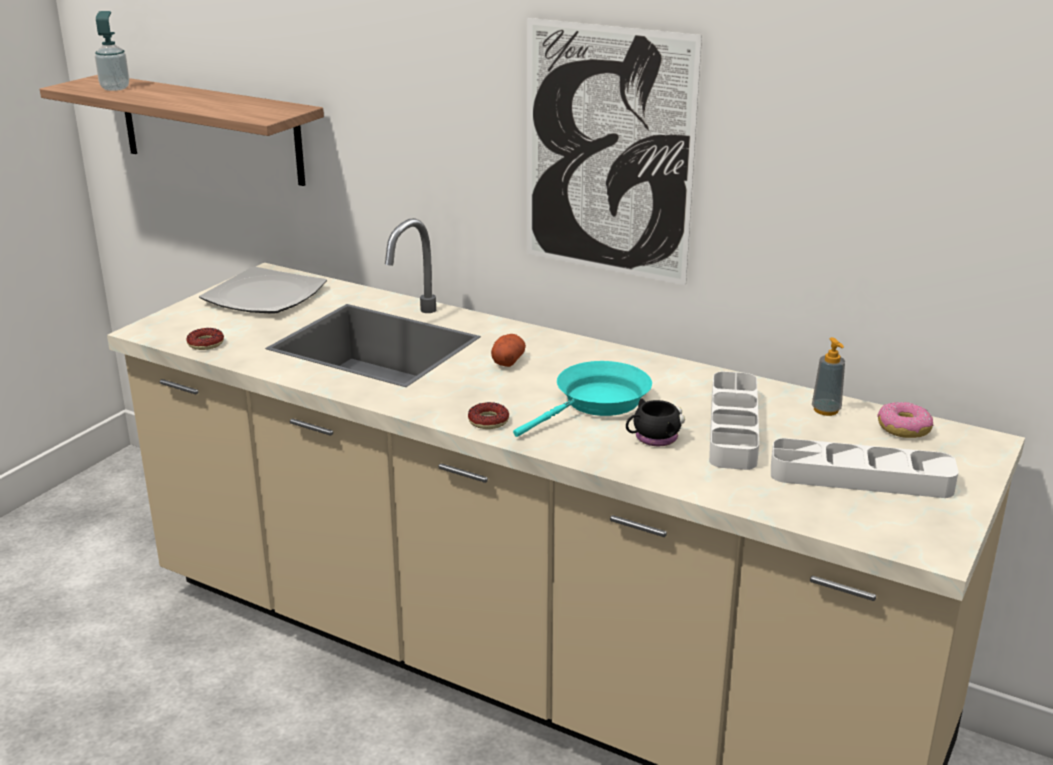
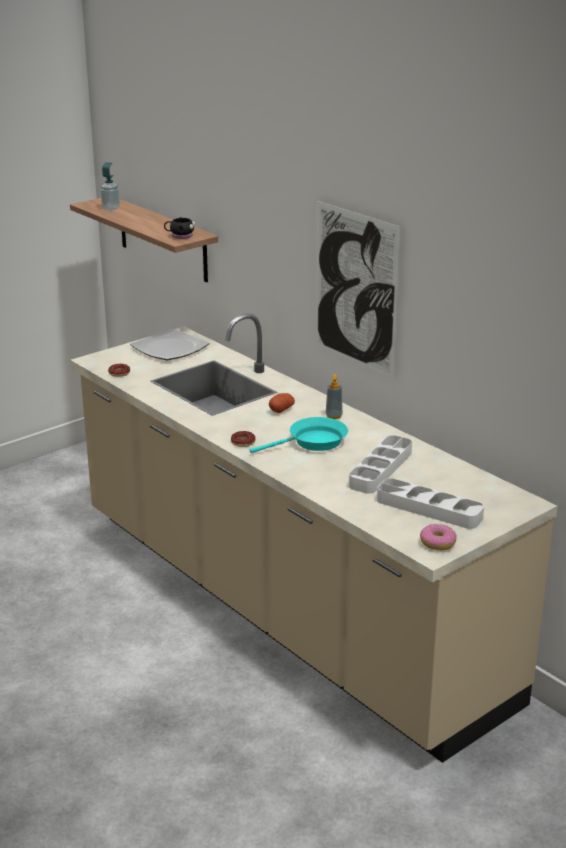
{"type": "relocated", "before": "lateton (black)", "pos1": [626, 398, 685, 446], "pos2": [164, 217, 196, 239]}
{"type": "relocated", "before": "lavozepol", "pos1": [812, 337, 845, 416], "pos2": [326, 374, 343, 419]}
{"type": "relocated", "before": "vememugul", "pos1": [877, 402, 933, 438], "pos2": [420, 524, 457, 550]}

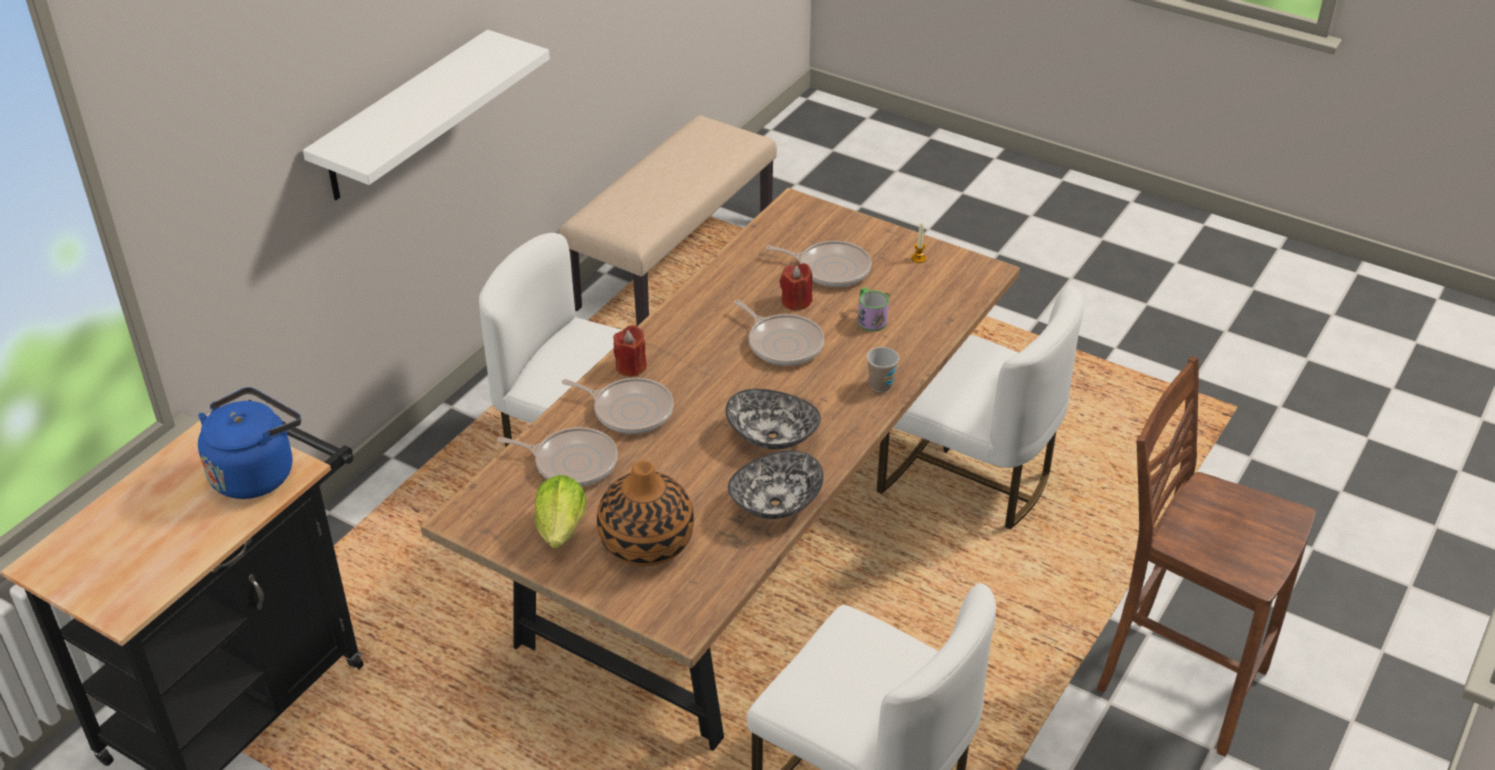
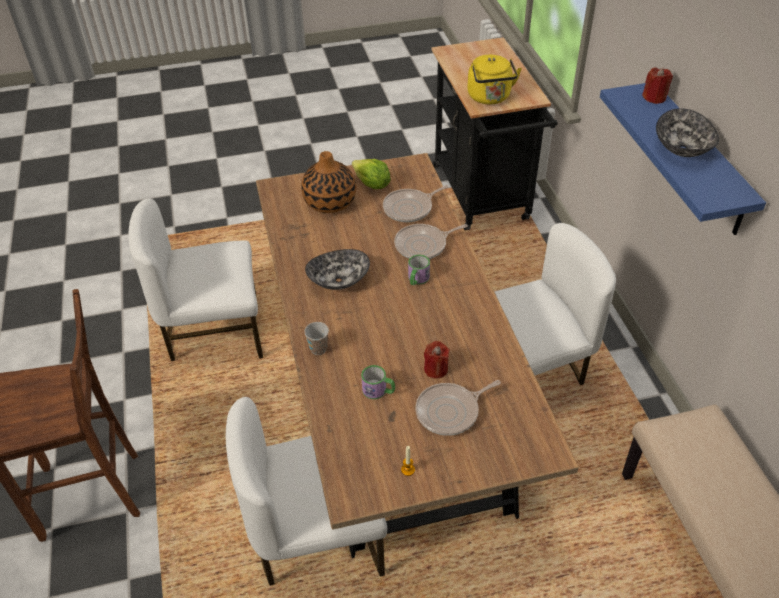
{"type": "missing", "before": "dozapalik", "pos1": [734, 300, 824, 366]}
{"type": "appeared", "after": "lateton", "pos2": [408, 254, 430, 286]}
{"type": "relocated", "before": "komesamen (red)", "pos1": [613, 325, 647, 376], "pos2": [642, 68, 673, 104]}
{"type": "relocated", "before": "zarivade", "pos1": [728, 450, 824, 519], "pos2": [656, 108, 719, 157]}
{"type": "colour", "before": "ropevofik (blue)", "after": "ropevofik (yellow)", "pos1": [198, 387, 301, 499], "pos2": [467, 55, 522, 105]}
{"type": "colour", "before": "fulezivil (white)", "after": "fulezivil (blue)", "pos1": [303, 30, 550, 200], "pos2": [600, 83, 766, 235]}

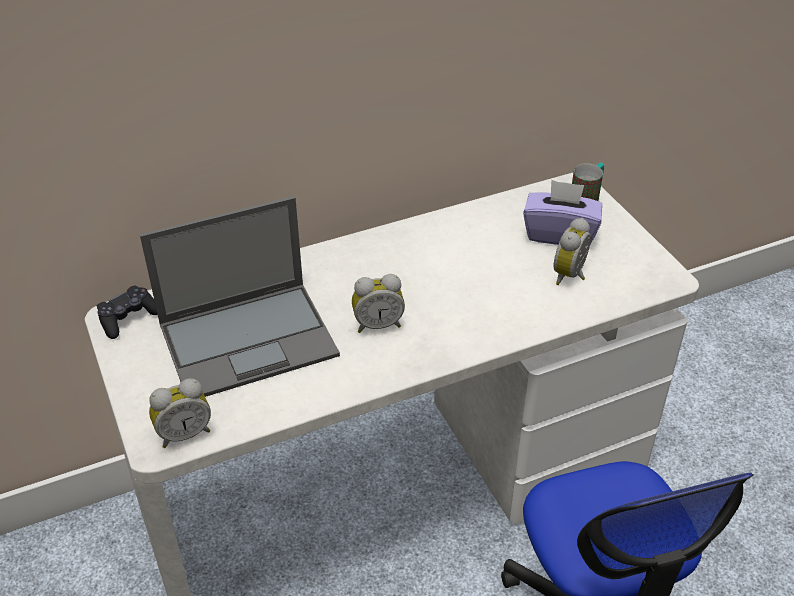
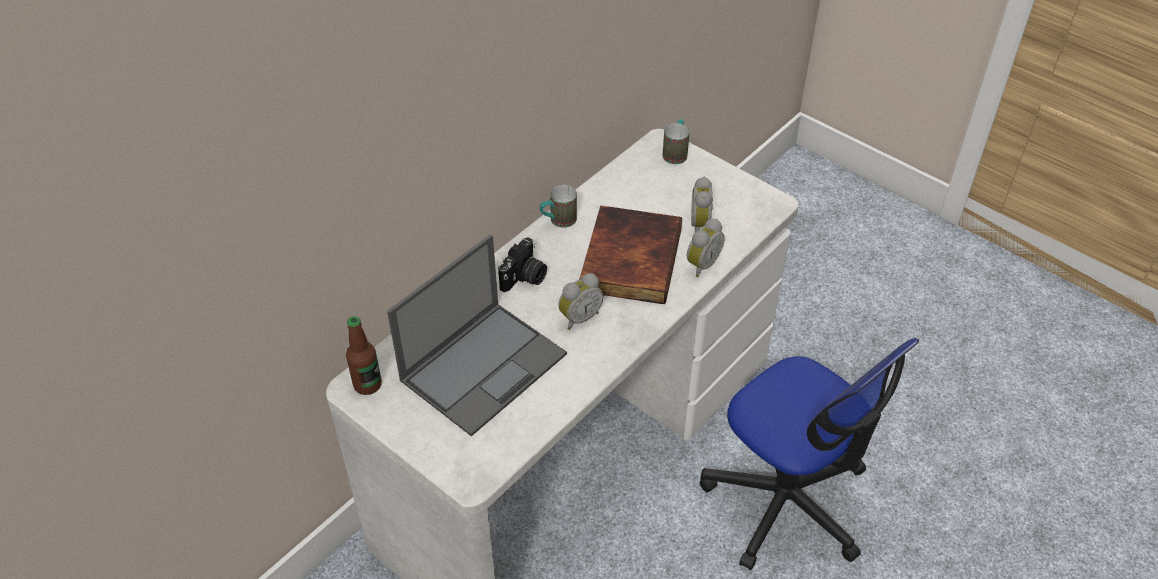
{"type": "missing", "before": "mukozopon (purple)", "pos1": [523, 180, 602, 245]}
{"type": "appeared", "after": "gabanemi", "pos2": [498, 238, 547, 292]}
{"type": "appeared", "after": "lateton", "pos2": [540, 185, 577, 228]}
{"type": "appeared", "after": "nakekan", "pos2": [580, 205, 682, 305]}
{"type": "relocated", "before": "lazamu", "pos1": [149, 378, 211, 448], "pos2": [687, 219, 725, 277]}
{"type": "exchanged", "before": "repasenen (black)", "after": "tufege", "pos1": [97, 285, 158, 339], "pos2": [346, 316, 382, 395]}

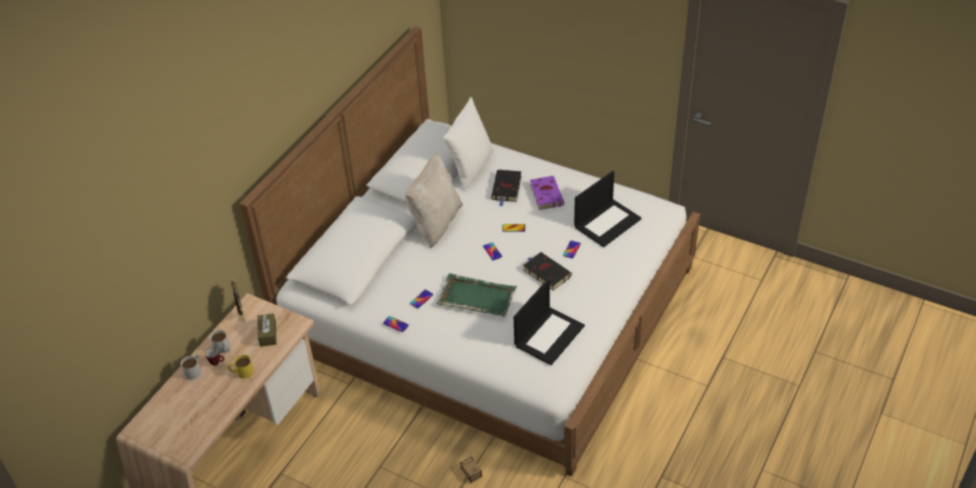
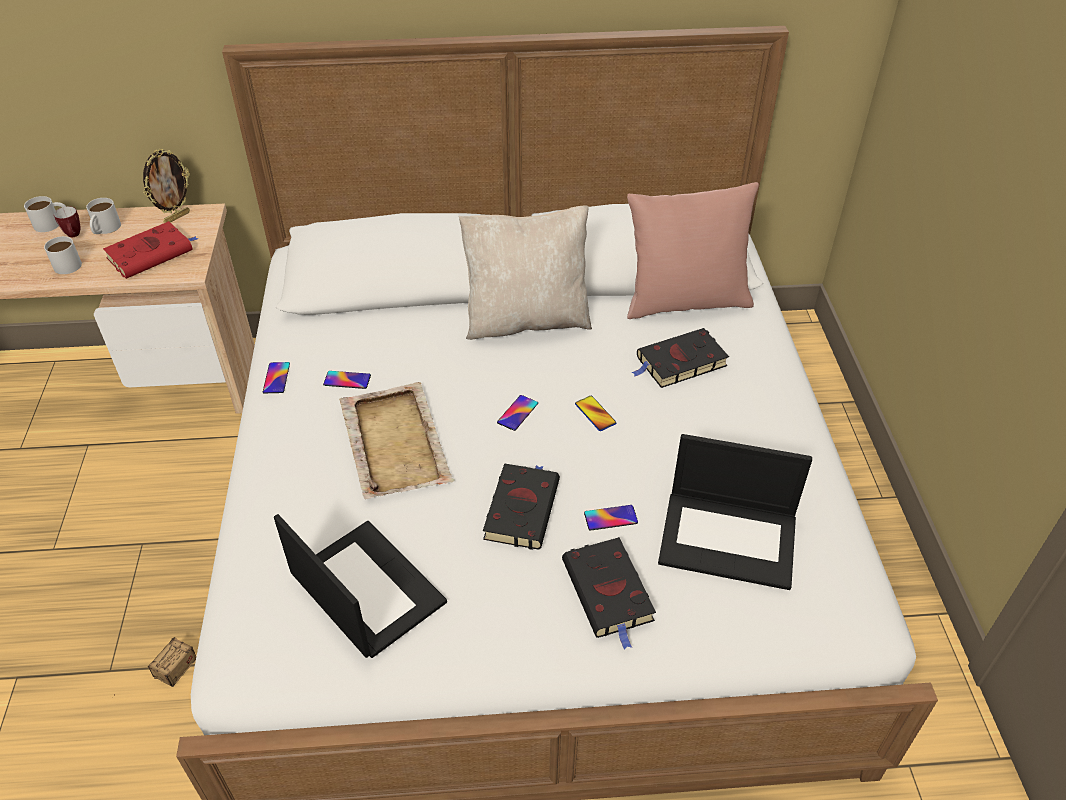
{"type": "missing", "before": "nakekan (purple)", "pos1": [530, 176, 564, 210]}
{"type": "appeared", "after": "nakekan (black)", "pos2": [562, 537, 656, 650]}
{"type": "exchanged", "before": "mukozopon (brown)", "after": "nakekan (red)", "pos1": [258, 313, 277, 347], "pos2": [103, 221, 199, 279]}
{"type": "colour", "before": "lateton (yellow)", "after": "lateton (white)", "pos1": [228, 355, 254, 378], "pos2": [44, 236, 82, 274]}
{"type": "colour", "before": "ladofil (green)", "after": "ladofil (beige)", "pos1": [436, 273, 517, 317], "pos2": [339, 382, 455, 499]}
{"type": "colour", "before": "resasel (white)", "after": "resasel (pink)", "pos1": [443, 97, 494, 191], "pos2": [627, 182, 759, 319]}
{"type": "spun", "before": "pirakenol", "pos1": [514, 279, 585, 365], "pos2": [274, 514, 447, 658], "turn": -135}

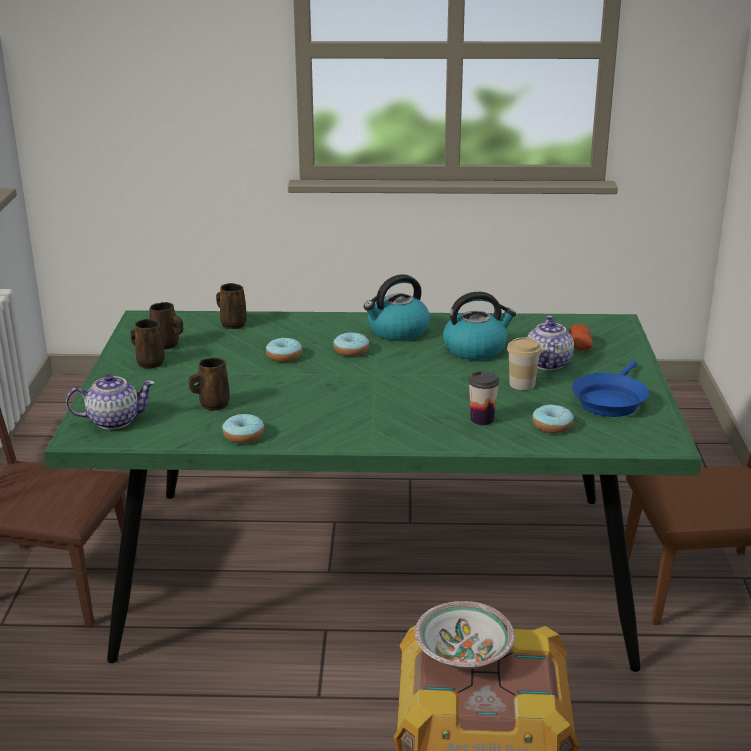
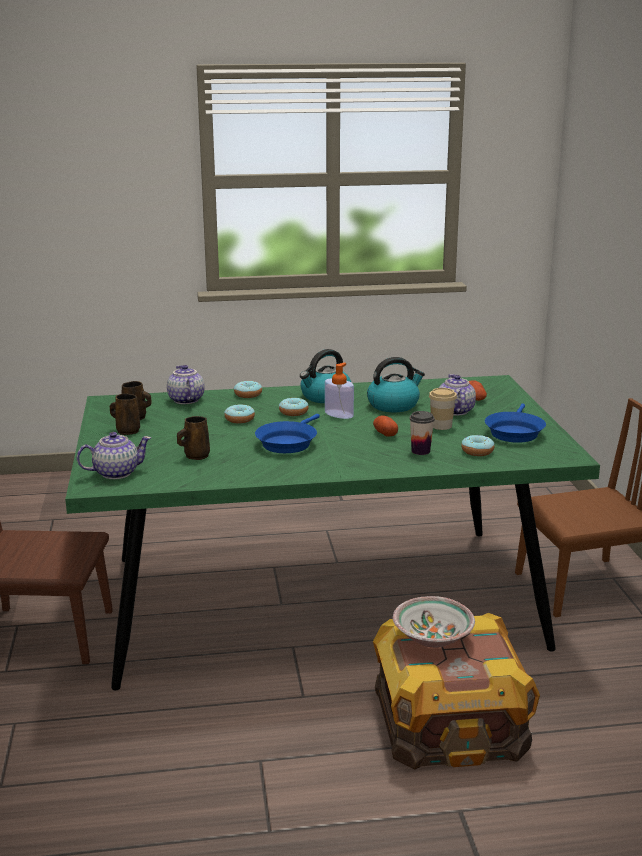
{"type": "appeared", "after": "dozapalik (blue)", "pos2": [255, 414, 320, 453]}
{"type": "appeared", "after": "lavozepol", "pos2": [325, 363, 354, 419]}
{"type": "appeared", "after": "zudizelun", "pos2": [373, 416, 398, 437]}
{"type": "relocated", "before": "vememugul", "pos1": [222, 414, 264, 443], "pos2": [234, 381, 262, 398]}
{"type": "exchanged", "before": "lateton (brown)", "after": "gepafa", "pos1": [216, 283, 247, 329], "pos2": [167, 365, 205, 404]}

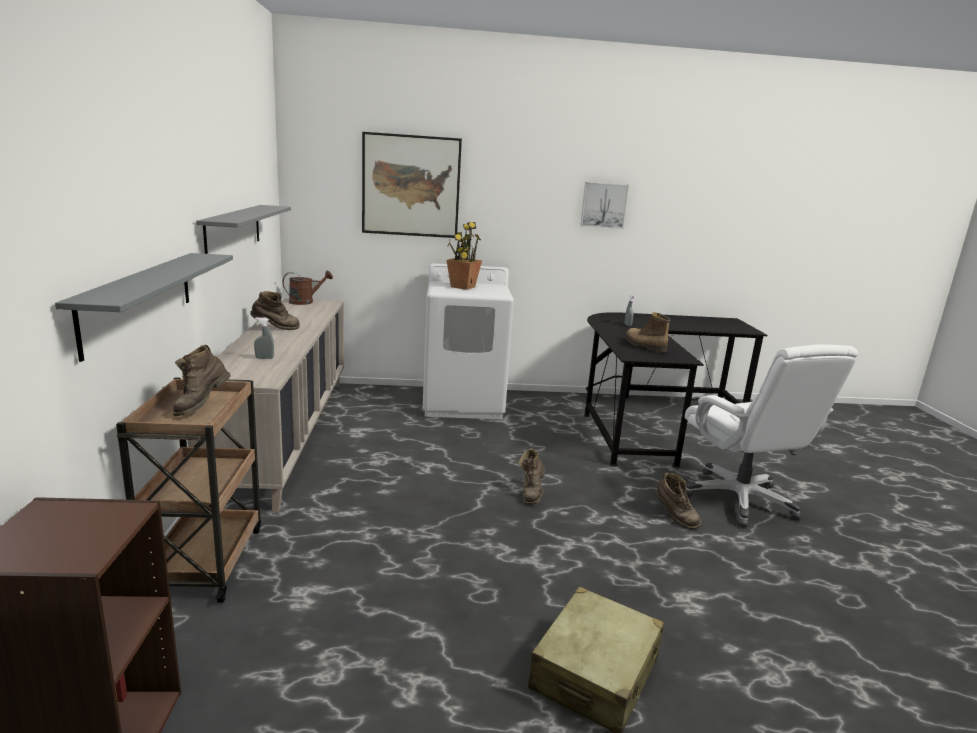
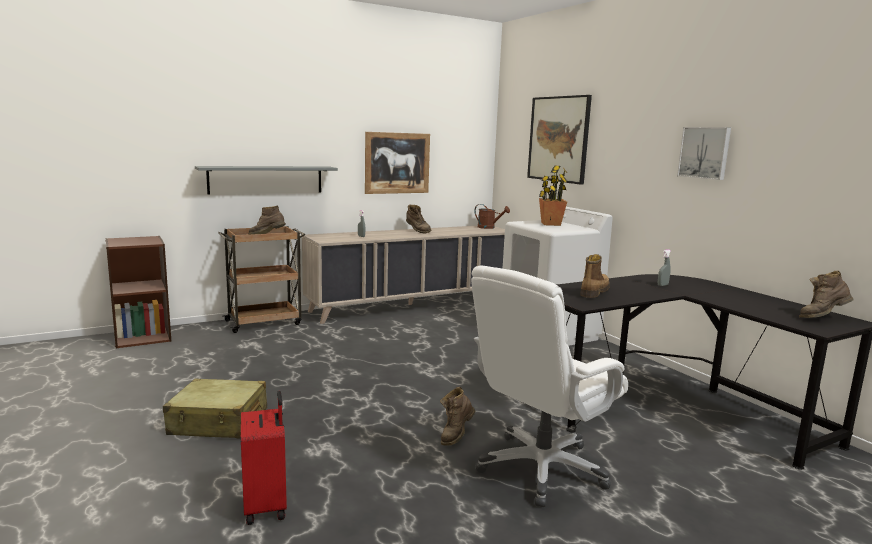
{"type": "appeared", "after": "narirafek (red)", "pos2": [241, 391, 287, 525]}
{"type": "relocated", "before": "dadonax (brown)", "pos1": [518, 448, 545, 505], "pos2": [799, 271, 854, 318]}
{"type": "exchanged", "before": "fulezivil (grey)", "after": "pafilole", "pos1": [196, 205, 291, 254], "pos2": [365, 132, 430, 194]}

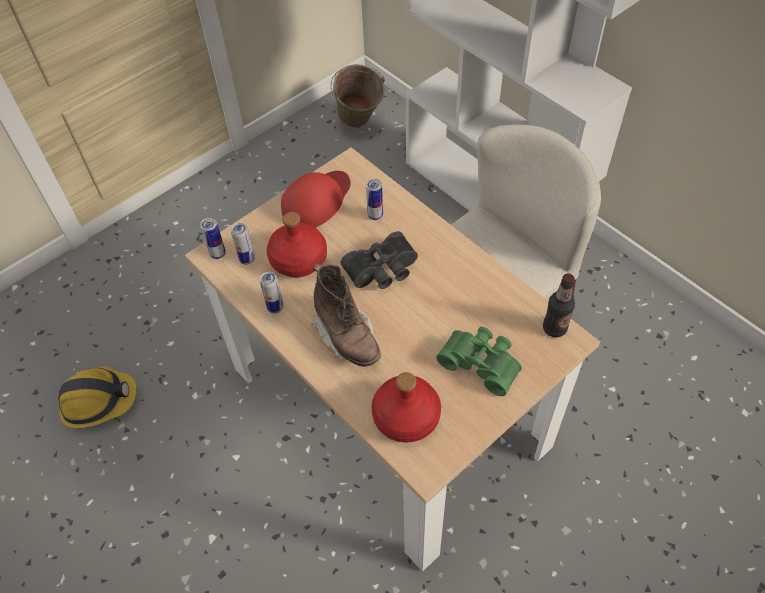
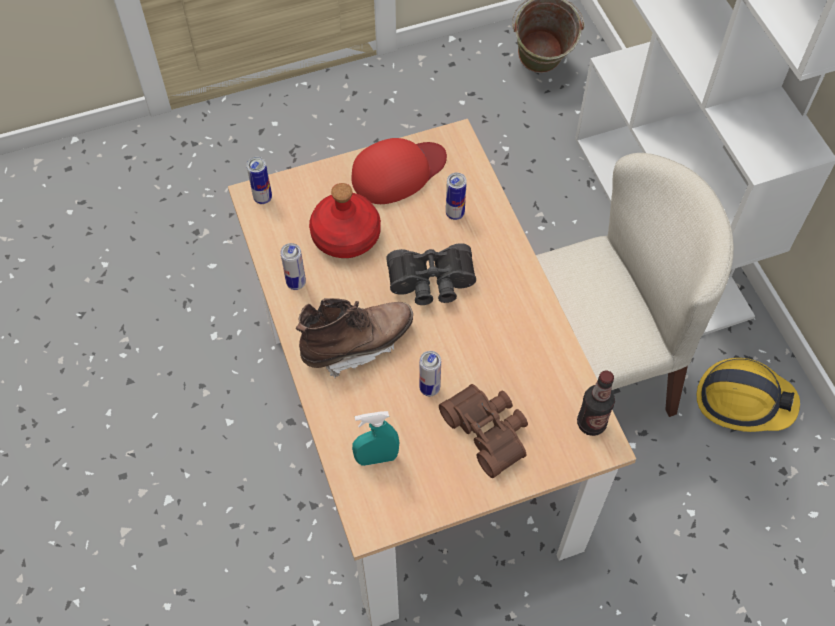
{"type": "relocated", "before": "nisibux", "pos1": [58, 367, 137, 428], "pos2": [696, 358, 800, 432]}
{"type": "relocated", "before": "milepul", "pos1": [231, 223, 255, 265], "pos2": [419, 351, 441, 396]}
{"type": "exchanged", "before": "tufege (red)", "after": "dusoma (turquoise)", "pos1": [372, 372, 441, 443], "pos2": [352, 411, 400, 466]}
{"type": "colour", "before": "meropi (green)", "after": "meropi (brown)", "pos1": [436, 327, 522, 396], "pos2": [439, 384, 528, 478]}
{"type": "spun", "before": "dadonax (brown)", "pos1": [311, 263, 381, 367], "pos2": [296, 298, 413, 378], "turn": -105}

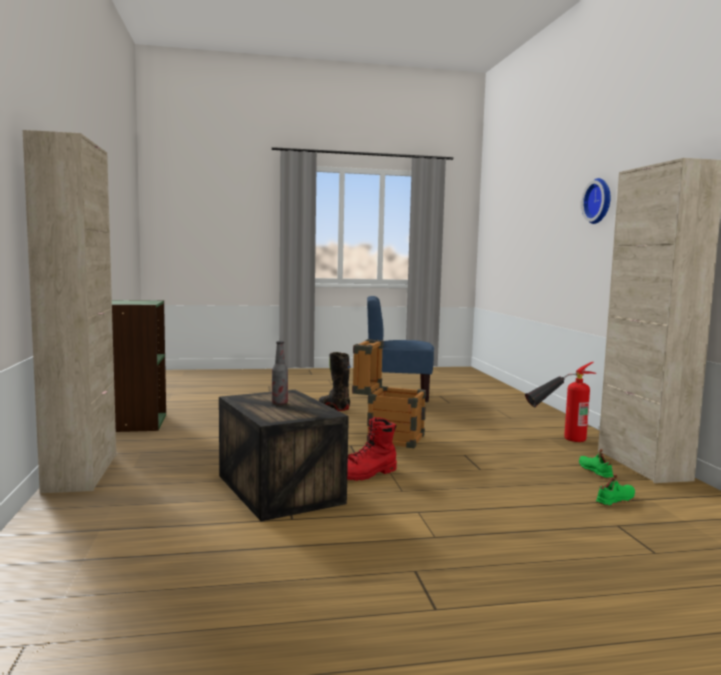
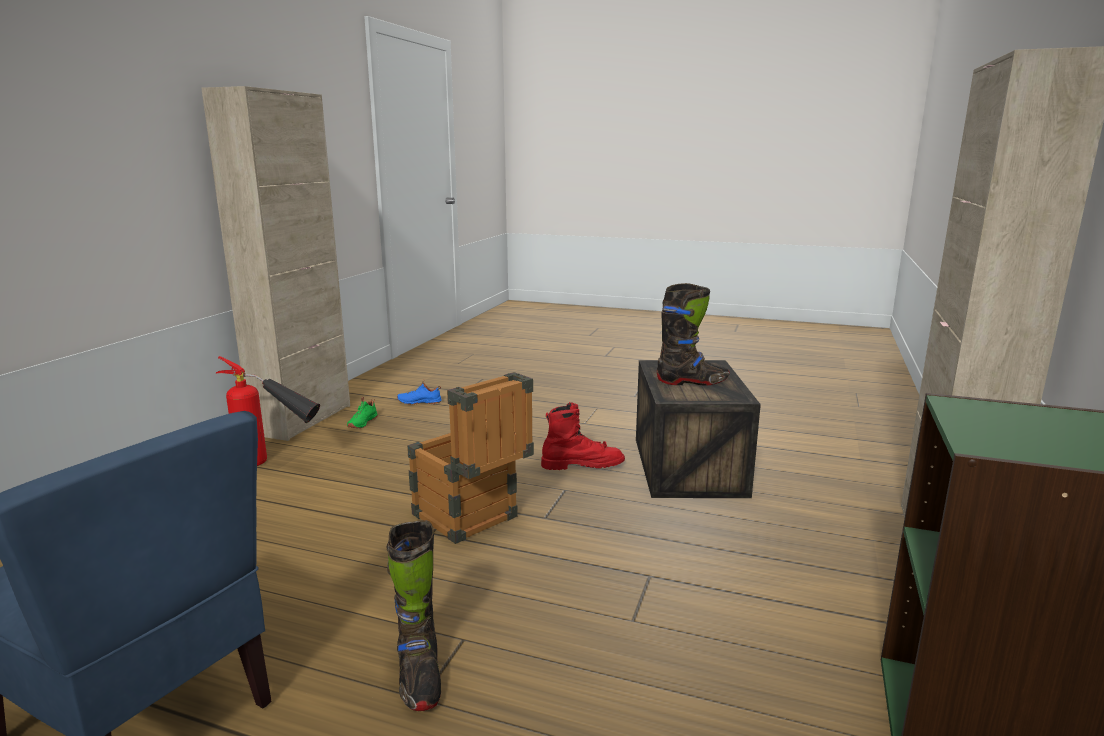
{"type": "missing", "before": "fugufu", "pos1": [581, 178, 610, 224]}
{"type": "exchanged", "before": "tufege", "after": "dadonax (black)", "pos1": [272, 341, 288, 405], "pos2": [657, 283, 730, 386]}
{"type": "colour", "before": "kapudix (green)", "after": "kapudix (blue)", "pos1": [596, 474, 635, 506], "pos2": [397, 379, 442, 405]}

